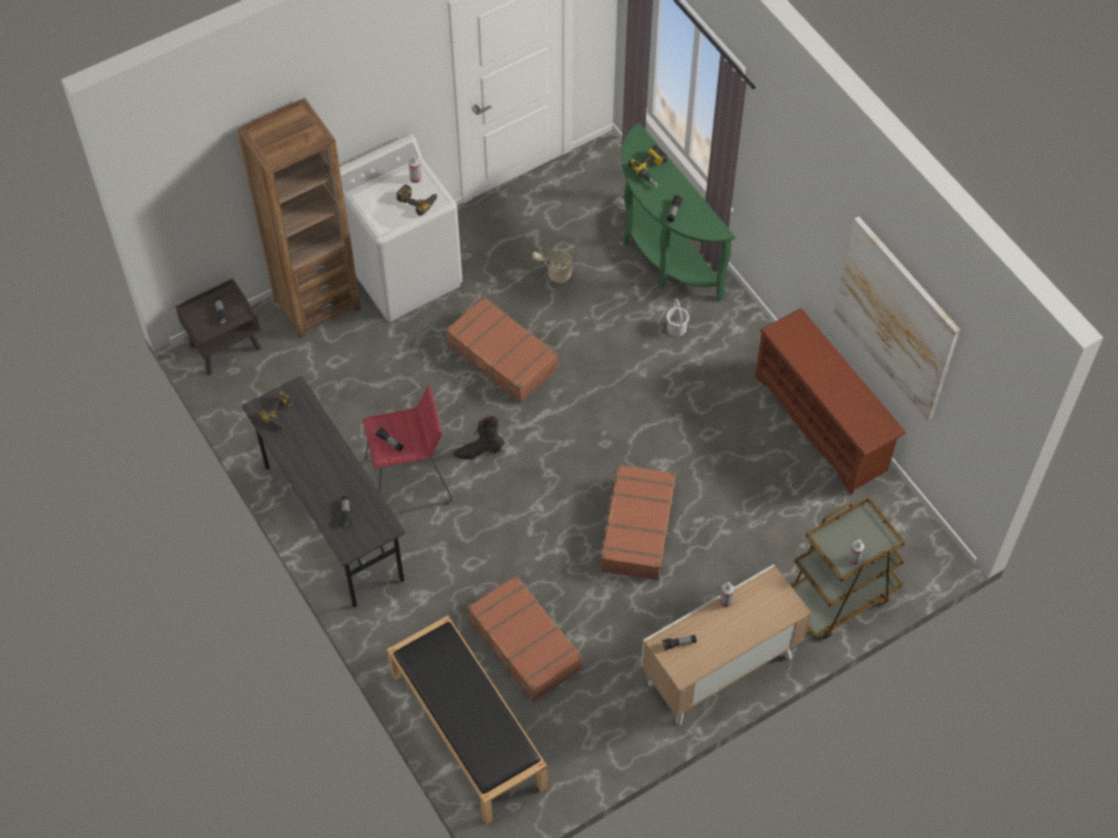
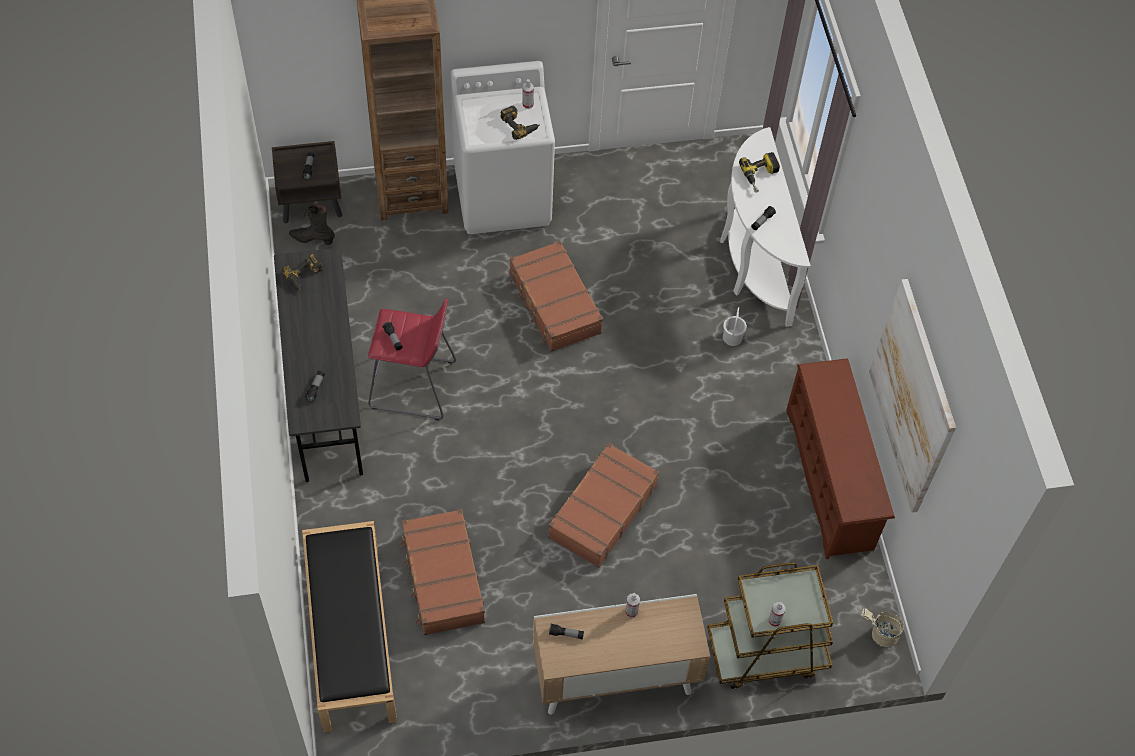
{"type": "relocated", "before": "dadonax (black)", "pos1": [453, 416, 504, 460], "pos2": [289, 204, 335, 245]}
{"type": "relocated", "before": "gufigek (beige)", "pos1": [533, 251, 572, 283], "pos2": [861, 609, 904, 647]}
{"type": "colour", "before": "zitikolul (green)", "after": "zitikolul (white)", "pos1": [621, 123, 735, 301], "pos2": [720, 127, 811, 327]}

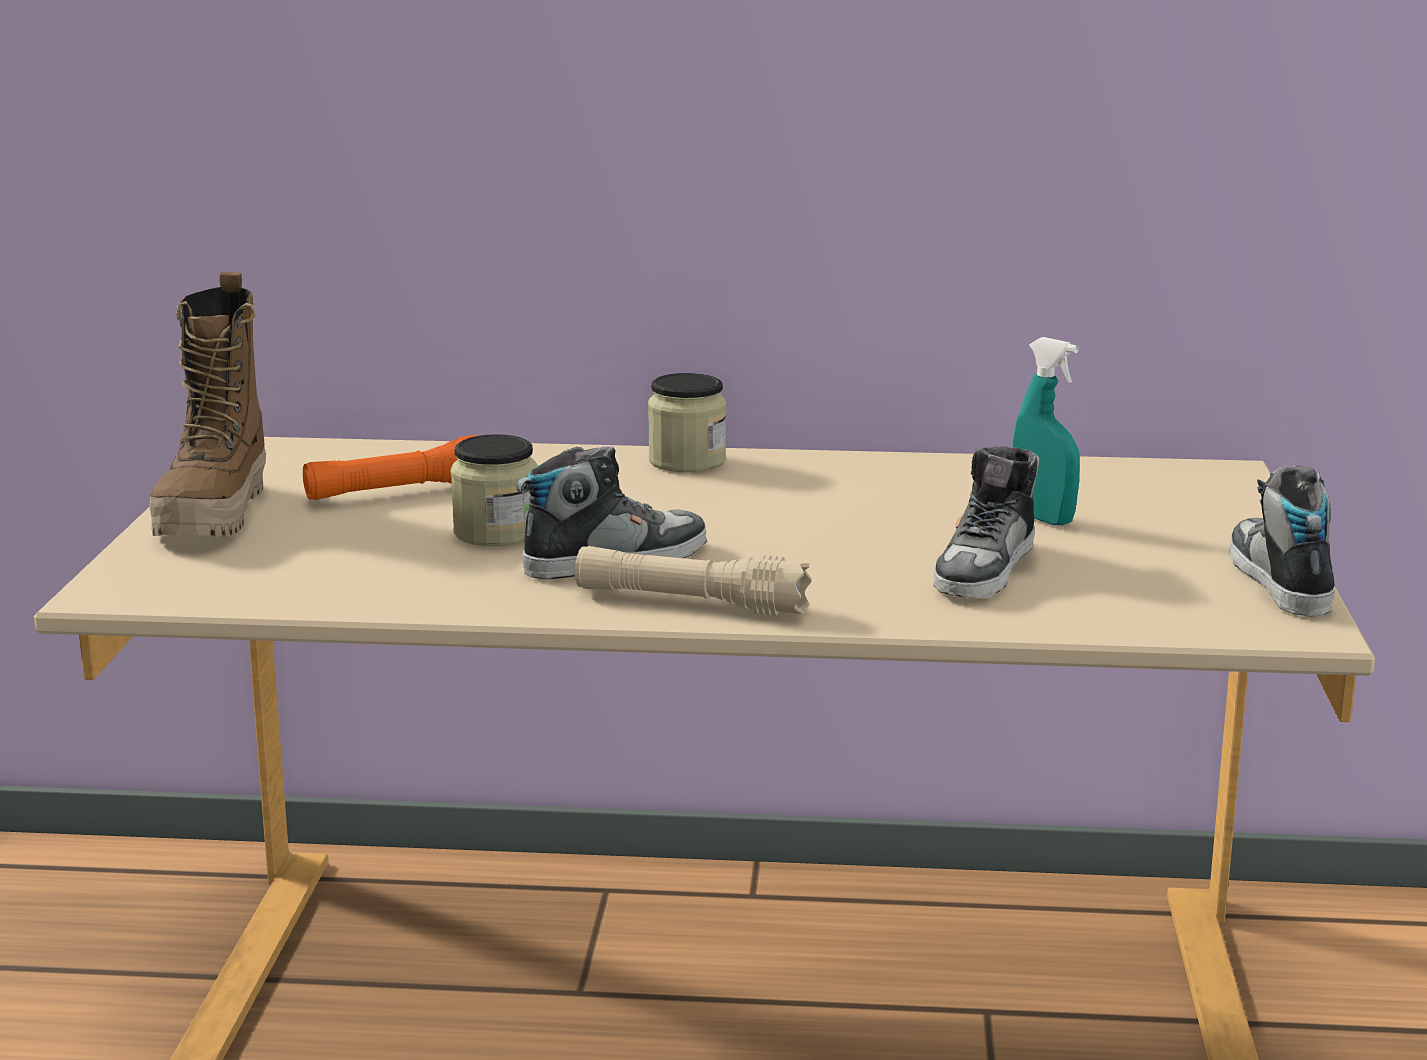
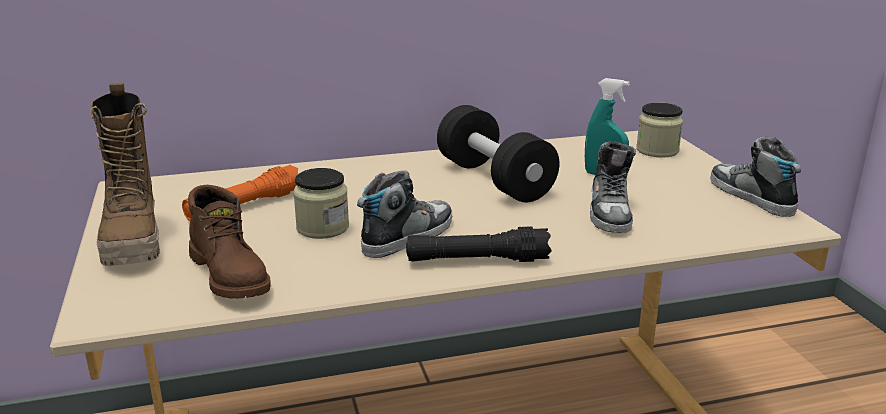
{"type": "appeared", "after": "dadonax (brown)", "pos2": [188, 185, 271, 298]}
{"type": "appeared", "after": "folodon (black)", "pos2": [437, 105, 559, 202]}
{"type": "relocated", "before": "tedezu", "pos1": [648, 373, 726, 472], "pos2": [636, 103, 683, 158]}
{"type": "colour", "before": "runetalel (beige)", "after": "runetalel (black)", "pos1": [575, 546, 812, 616], "pos2": [406, 226, 551, 262]}

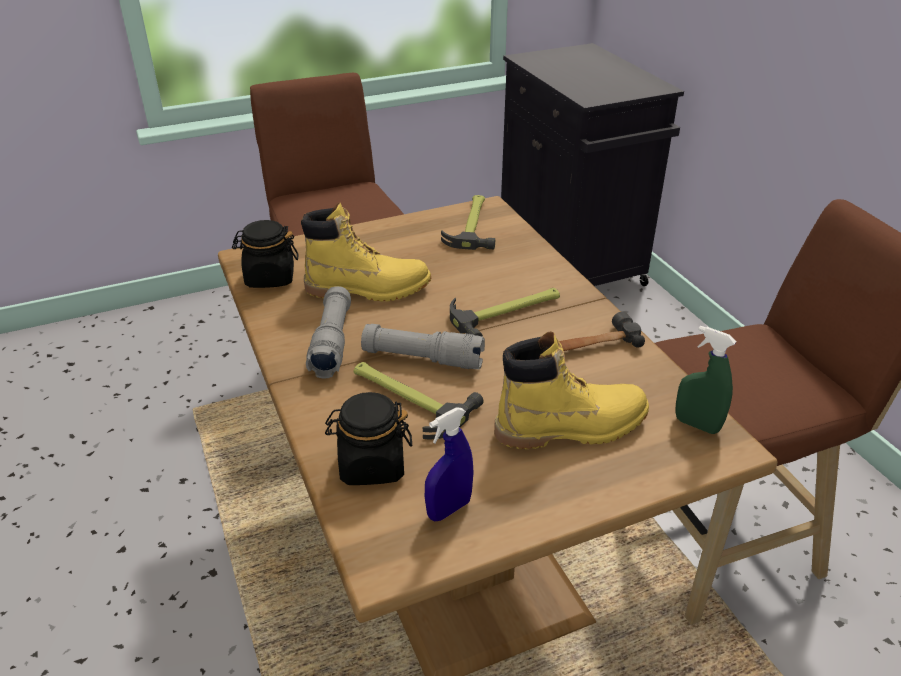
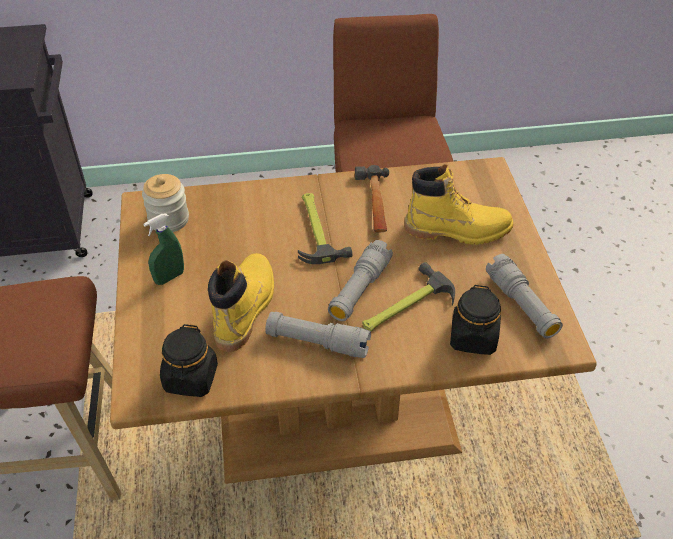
{"type": "relocated", "before": "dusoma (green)", "pos1": [675, 325, 736, 434], "pos2": [143, 214, 184, 285]}
{"type": "exchanged", "before": "dusoma (blue)", "after": "runetalel (grey)", "pos1": [425, 408, 474, 521], "pos2": [486, 254, 563, 339]}
{"type": "exchanged", "before": "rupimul", "after": "tedezu", "pos1": [441, 195, 495, 250], "pos2": [142, 174, 189, 232]}
{"type": "spun", "before": "dadonax (yellow)", "pos1": [494, 331, 649, 449], "pos2": [404, 164, 513, 245], "turn": 90}

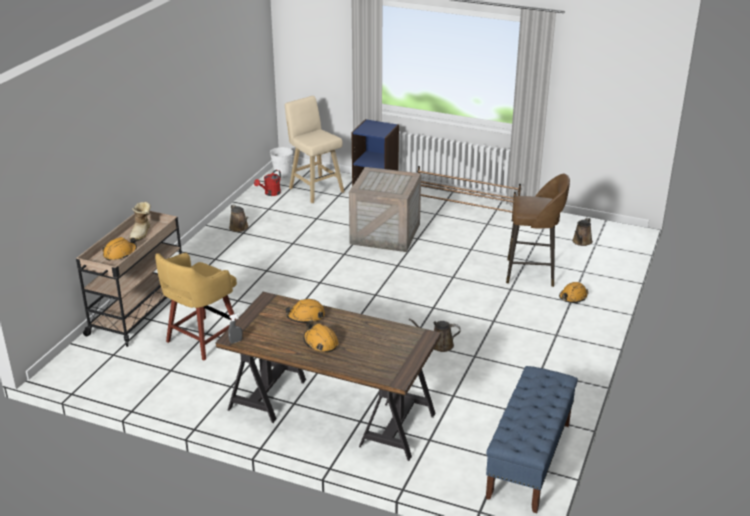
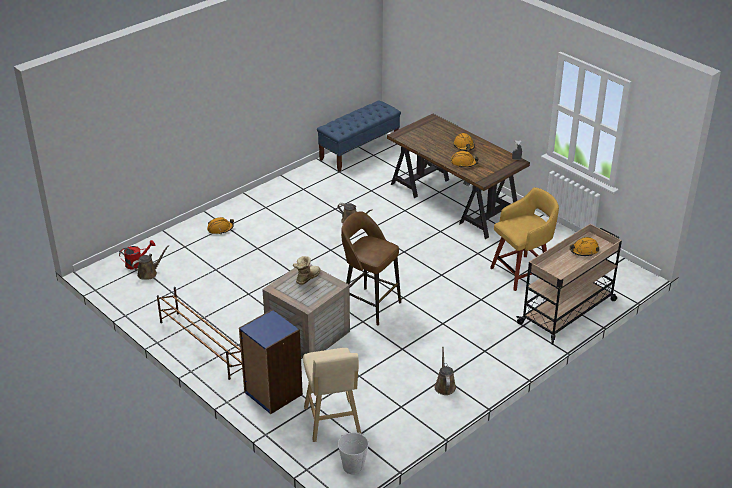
{"type": "relocated", "before": "dadonax", "pos1": [129, 202, 151, 242], "pos2": [293, 256, 321, 285]}
{"type": "relocated", "before": "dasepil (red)", "pos1": [254, 170, 281, 196], "pos2": [119, 240, 155, 269]}
{"type": "relocated", "before": "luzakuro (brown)", "pos1": [506, 174, 570, 287], "pos2": [341, 211, 401, 326]}

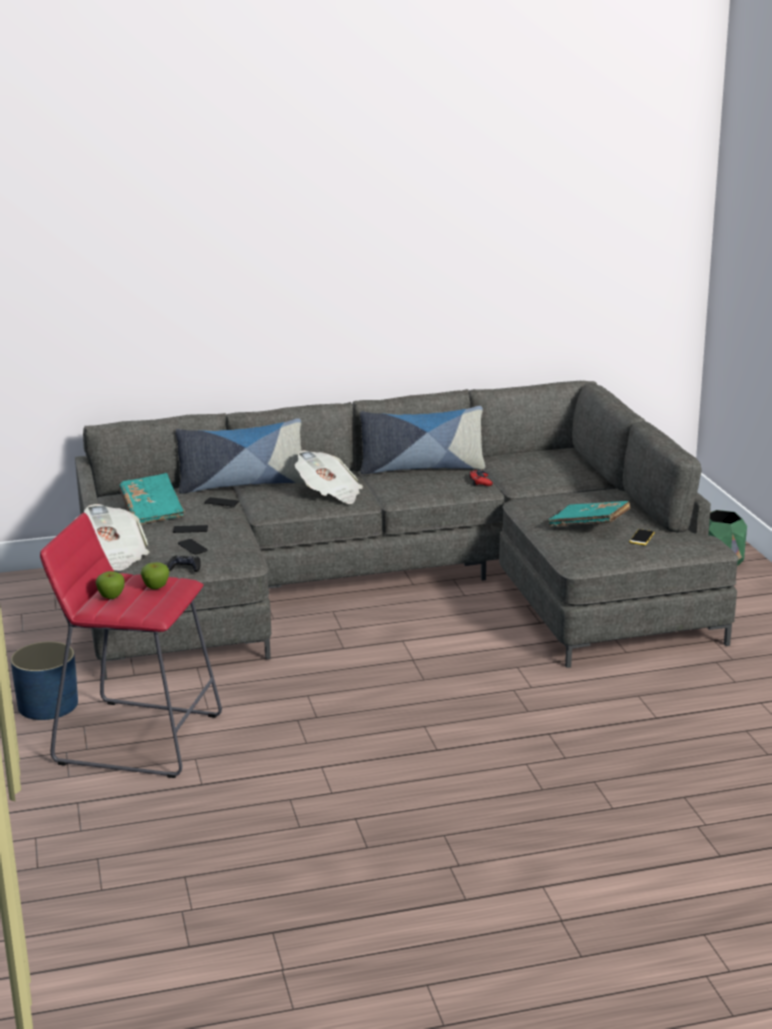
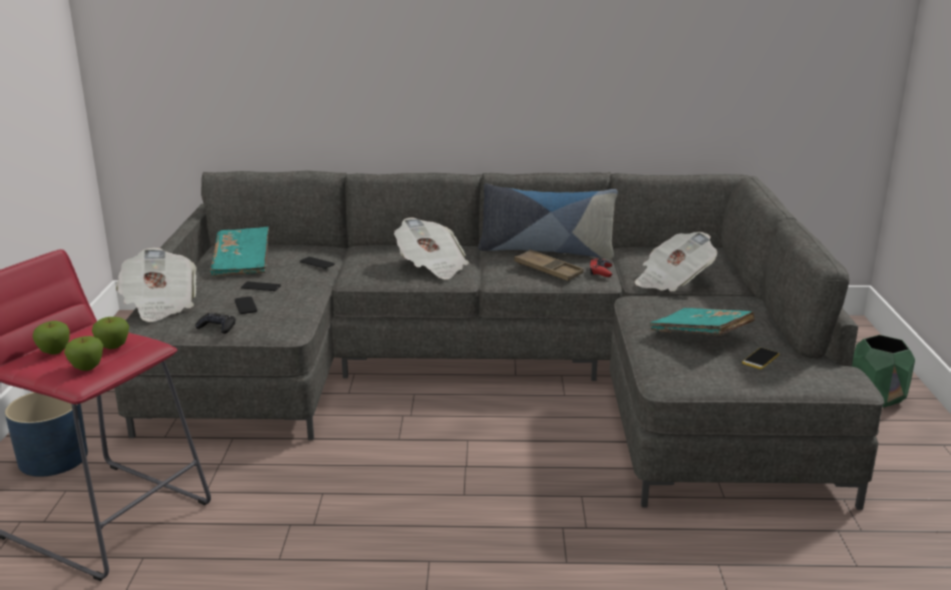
{"type": "missing", "before": "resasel", "pos1": [175, 418, 305, 494]}
{"type": "appeared", "after": "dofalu", "pos2": [64, 336, 103, 371]}
{"type": "appeared", "after": "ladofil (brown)", "pos2": [514, 249, 584, 281]}
{"type": "appeared", "after": "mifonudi", "pos2": [635, 232, 717, 292]}

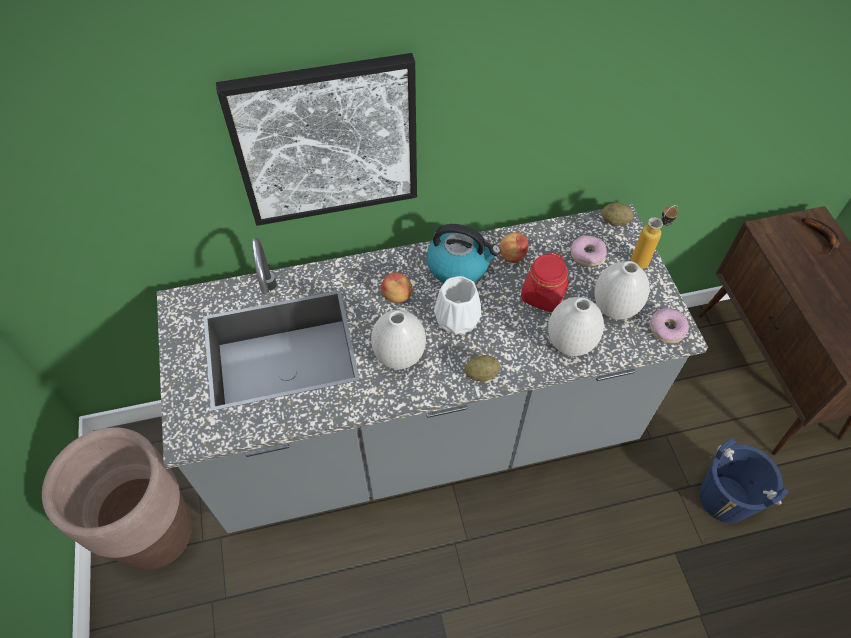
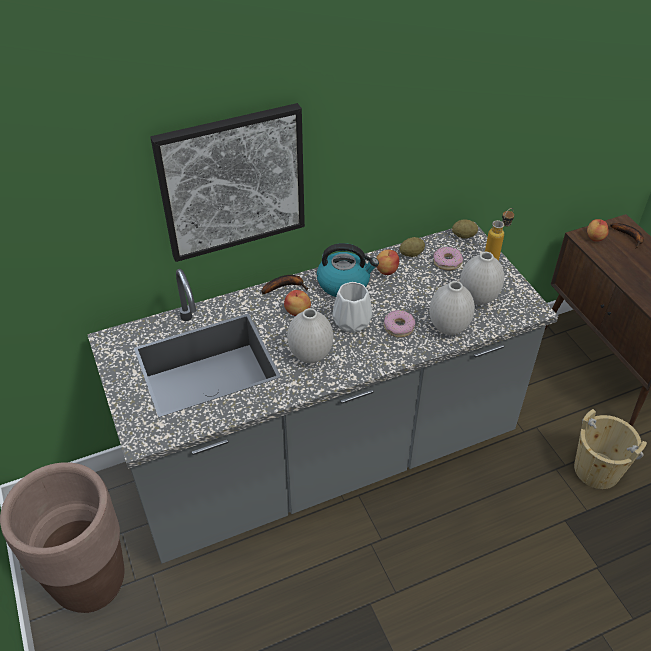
{"type": "missing", "before": "tedezu (red)", "pos1": [521, 252, 569, 312]}
{"type": "appeared", "after": "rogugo", "pos2": [262, 275, 308, 294]}
{"type": "appeared", "after": "dofalu", "pos2": [587, 219, 608, 242]}
{"type": "relocated", "before": "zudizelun", "pos1": [465, 355, 501, 382], "pos2": [400, 237, 425, 257]}
{"type": "relocated", "before": "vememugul", "pos1": [649, 308, 689, 343], "pos2": [384, 310, 416, 337]}
{"type": "colour", "before": "gufigek (blue)", "after": "gufigek (beige)", "pos1": [699, 438, 789, 523], "pos2": [574, 409, 647, 489]}

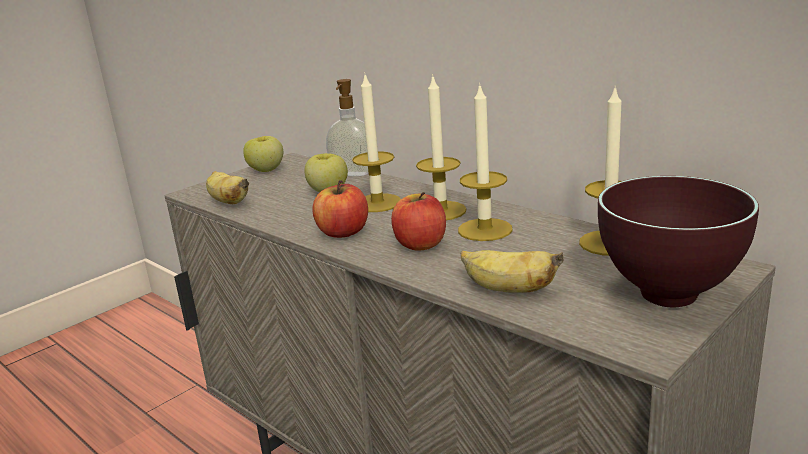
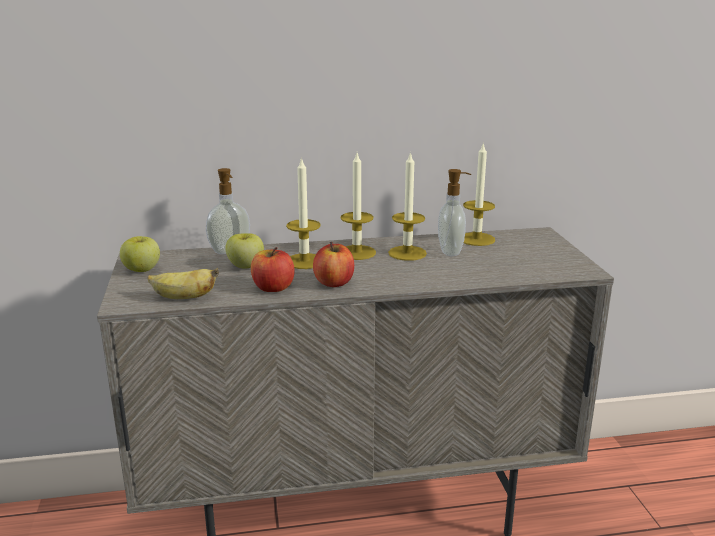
{"type": "missing", "before": "rogugo", "pos1": [461, 250, 563, 293]}
{"type": "missing", "before": "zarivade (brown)", "pos1": [598, 176, 759, 307]}
{"type": "appeared", "after": "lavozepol", "pos2": [438, 169, 471, 256]}
{"type": "relocated", "before": "dofalu", "pos1": [391, 192, 446, 251], "pos2": [251, 247, 295, 292]}

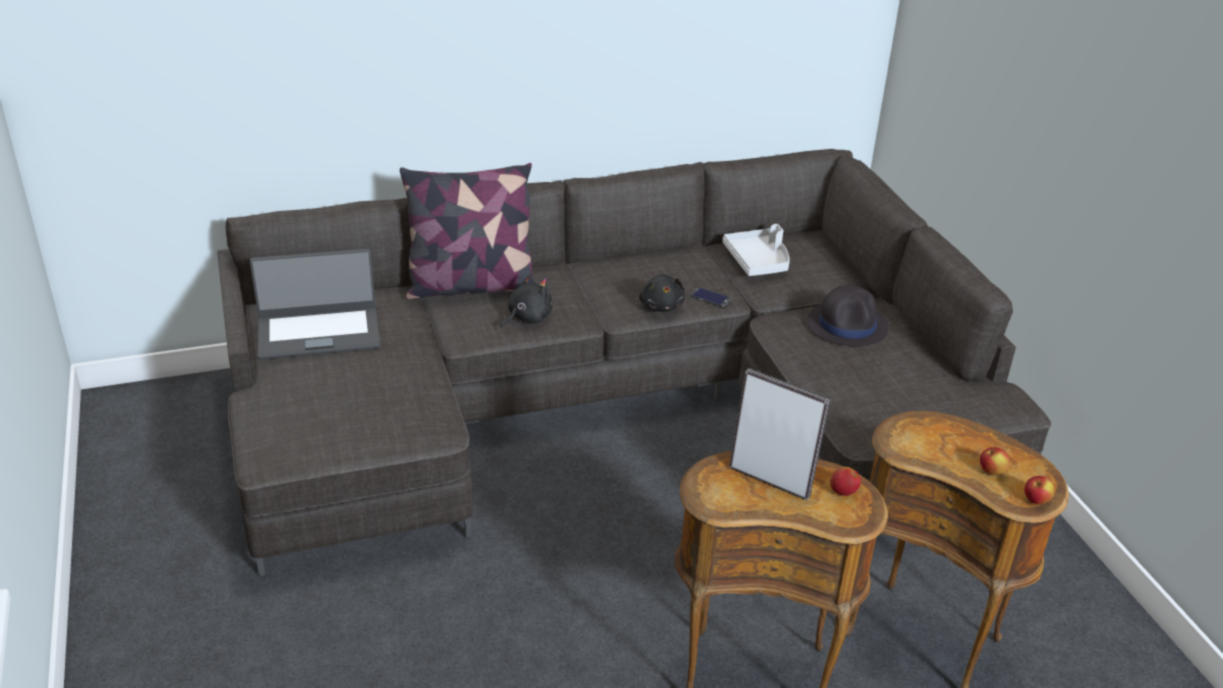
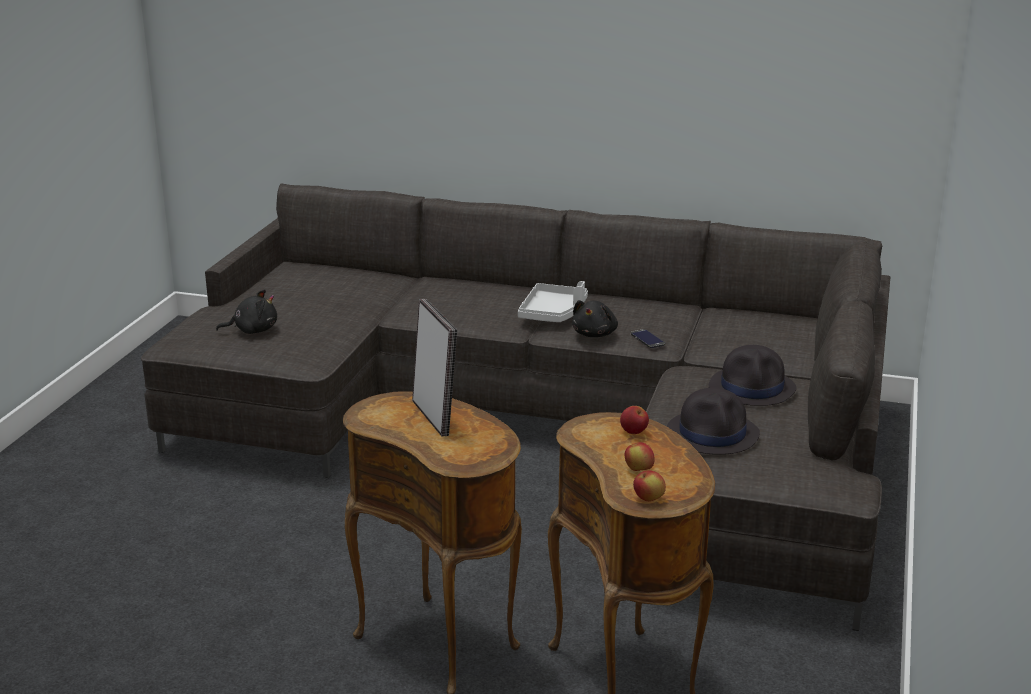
{"type": "missing", "before": "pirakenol", "pos1": [250, 249, 380, 360]}
{"type": "missing", "before": "resasel", "pos1": [400, 163, 535, 299]}
{"type": "appeared", "after": "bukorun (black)", "pos2": [667, 388, 760, 455]}
{"type": "relocated", "before": "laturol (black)", "pos1": [499, 274, 552, 329], "pos2": [216, 289, 277, 334]}
{"type": "relocated", "before": "ladofil (grey)", "pos1": [722, 224, 790, 276], "pos2": [518, 281, 588, 322]}
{"type": "relocated", "before": "dofalu", "pos1": [830, 467, 861, 496], "pos2": [620, 406, 649, 434]}

